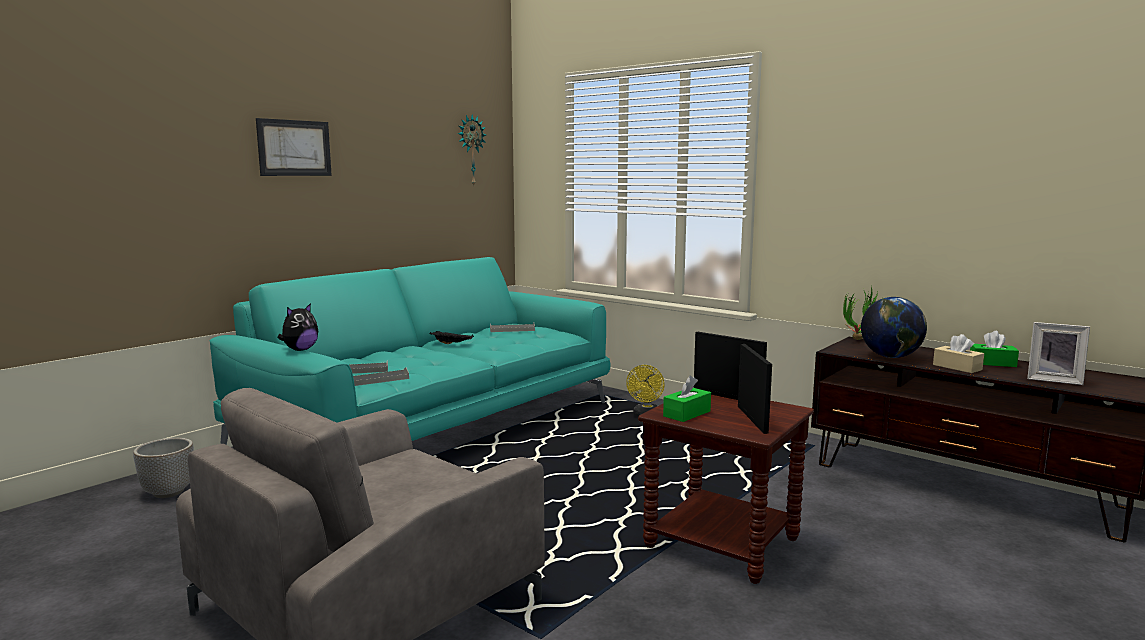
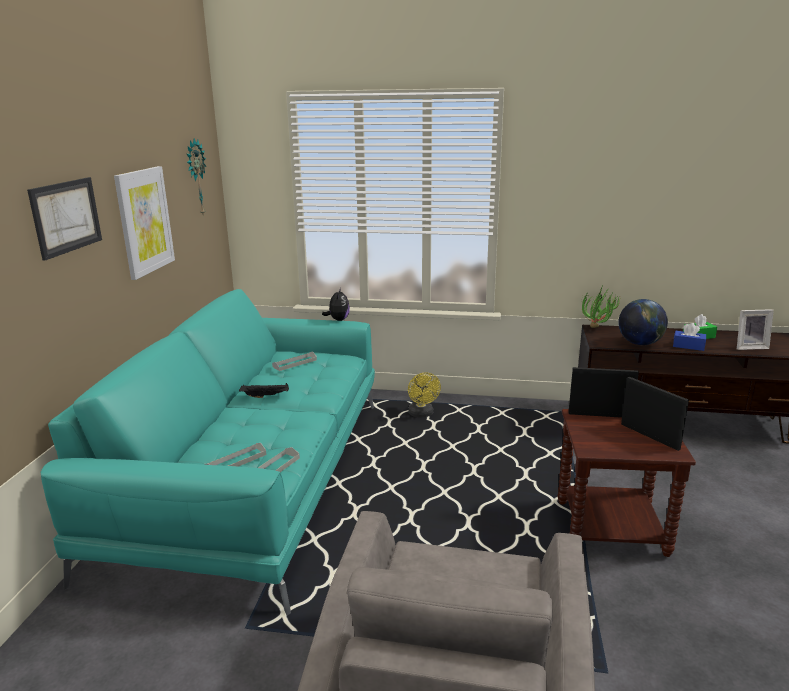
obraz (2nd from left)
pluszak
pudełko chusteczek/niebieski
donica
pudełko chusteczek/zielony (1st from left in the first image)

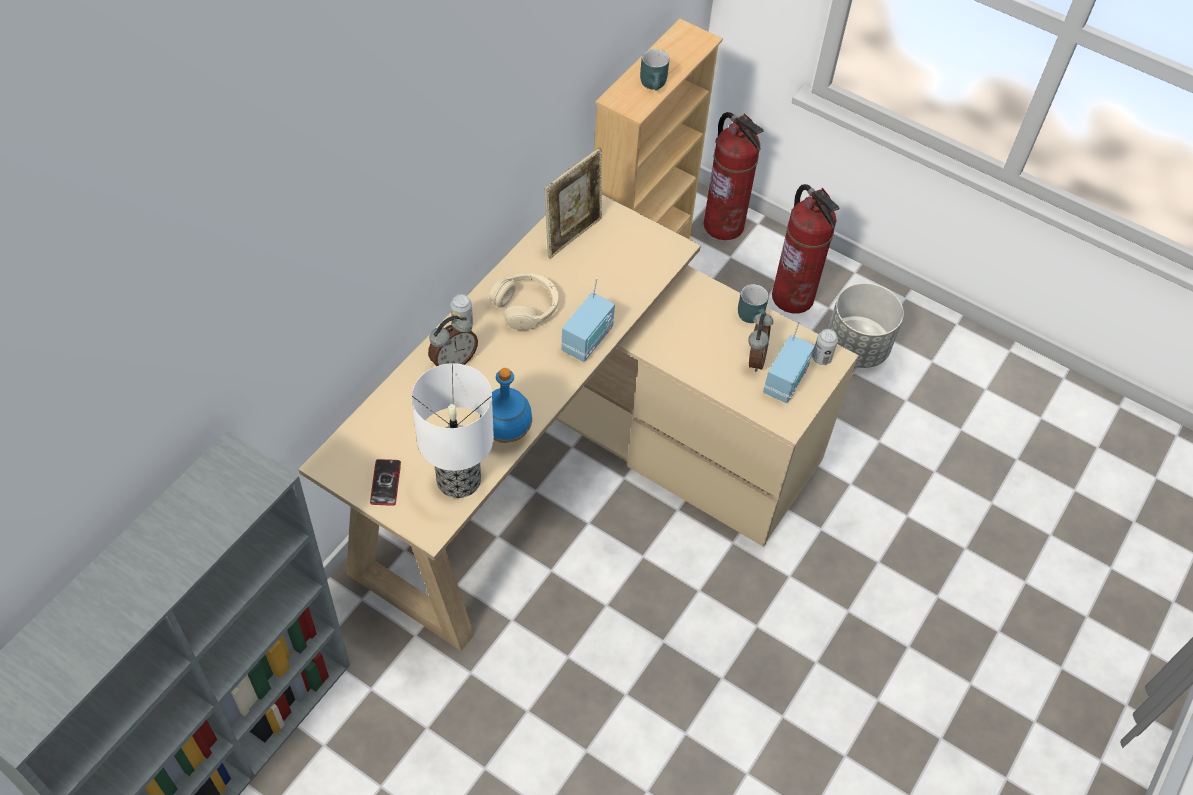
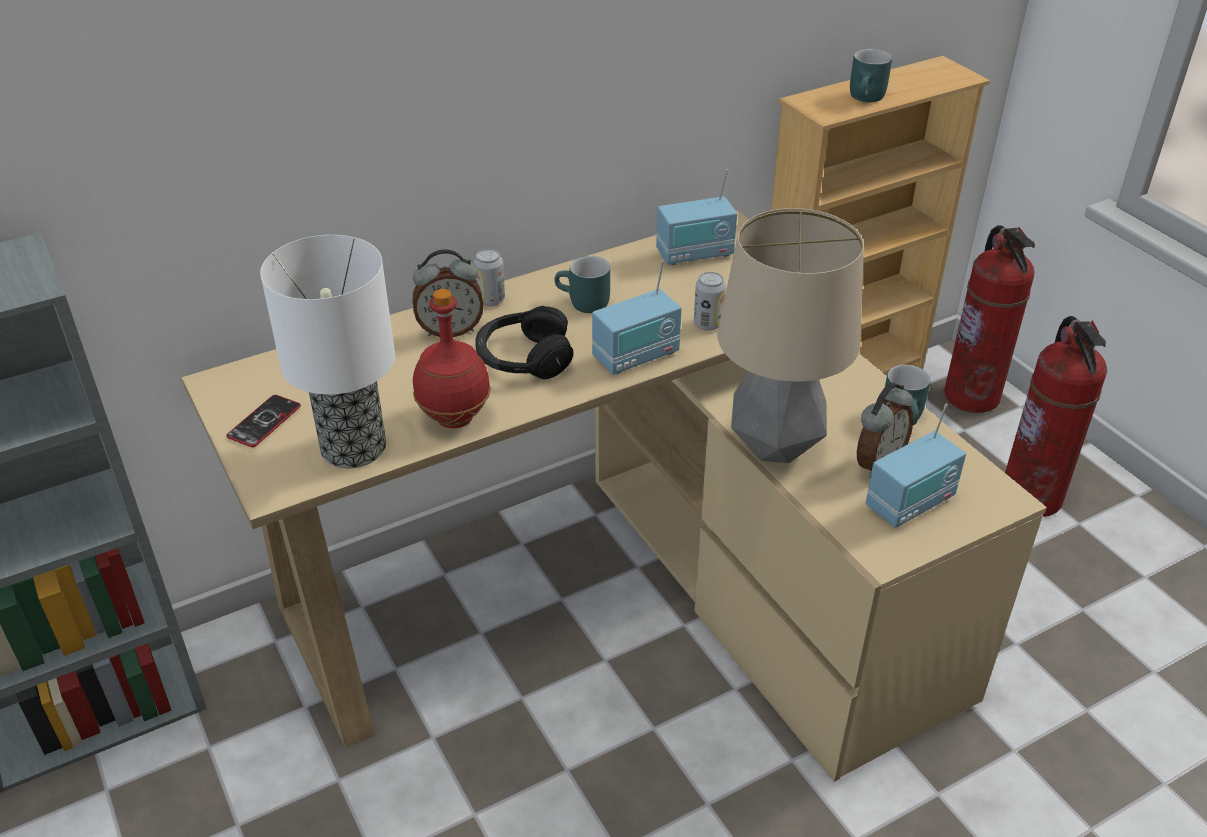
butelka/czerwony
słuchawki/czarny
kubek/turkusowy (1st from left)
radio (2nd from left)
puszka (2nd from left)
lampa stołowa (2nd from left)
donica/szary

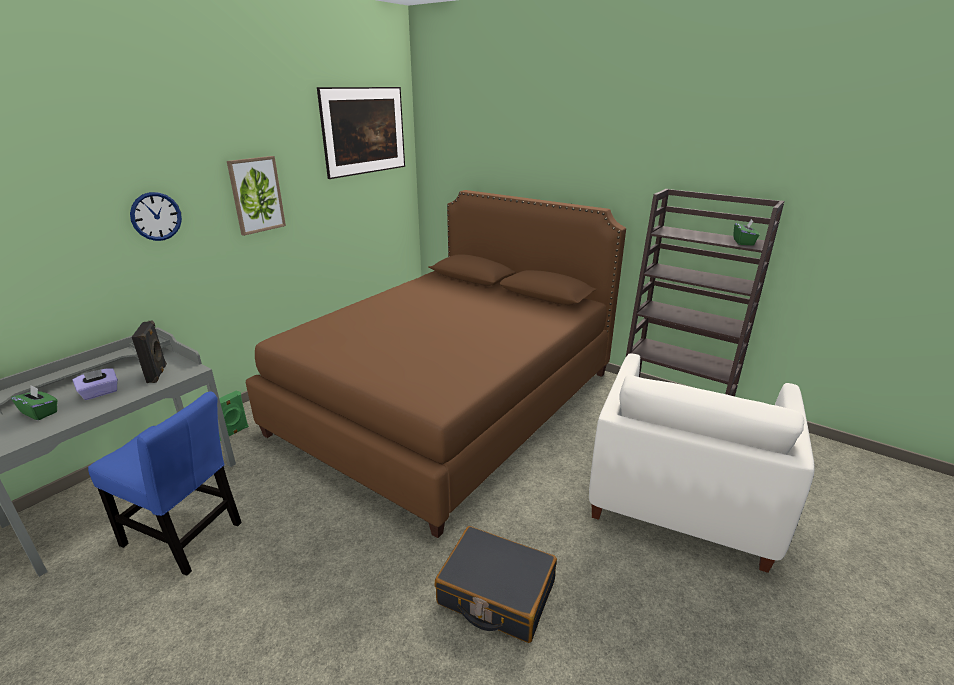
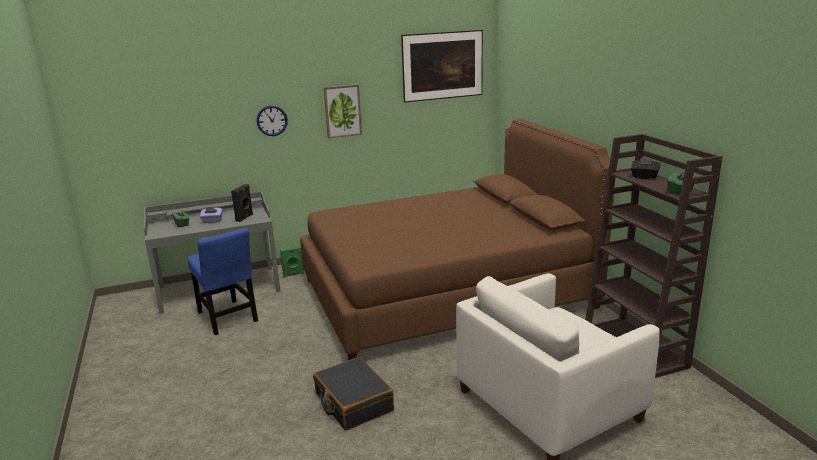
pudełko chusteczek/czarny

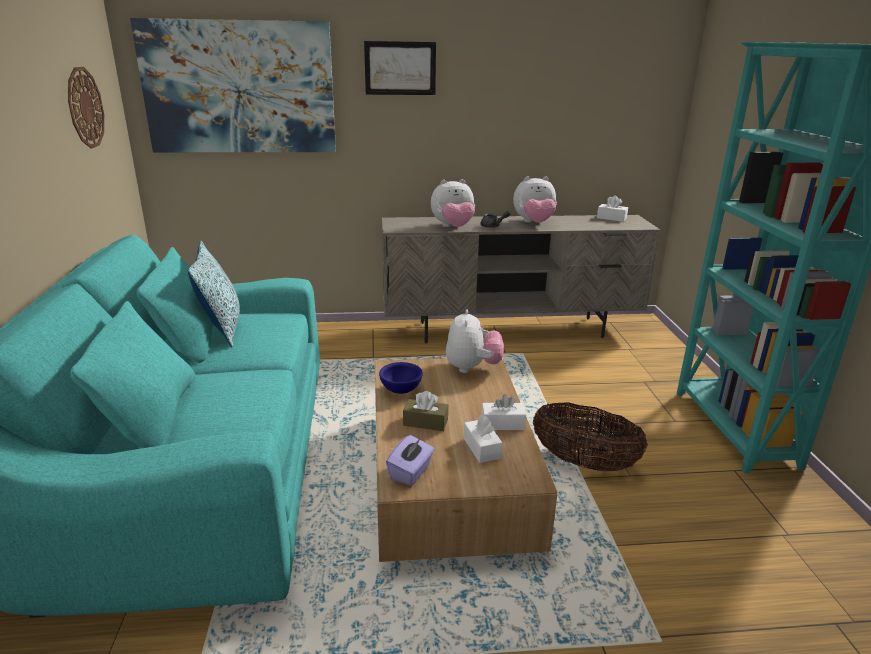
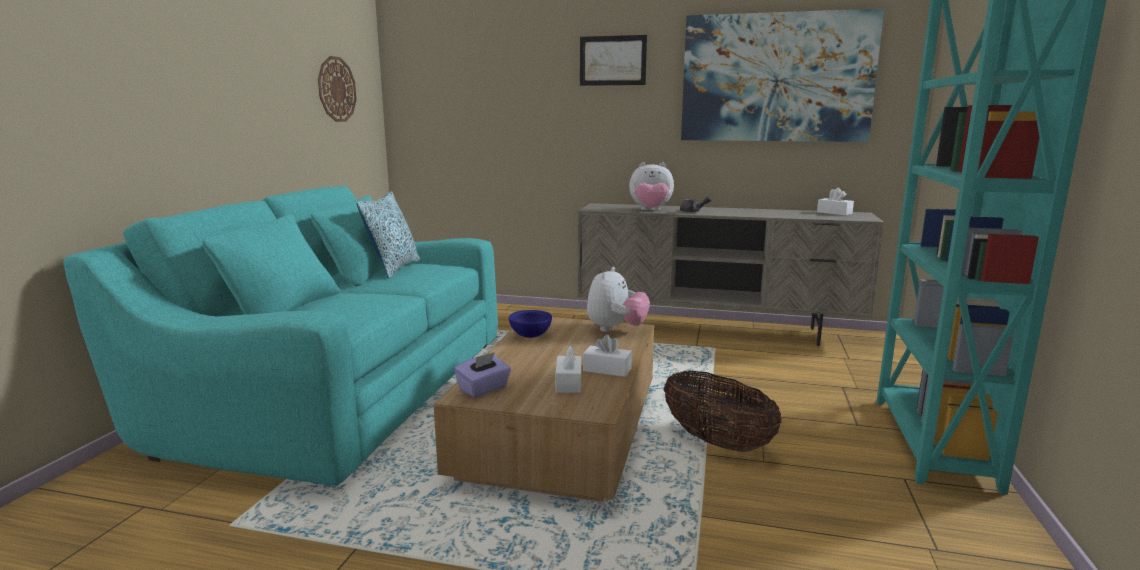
obraz (2nd from left)
pudełko chusteczek/brązowy
pluszak (3rd from left in the first image)

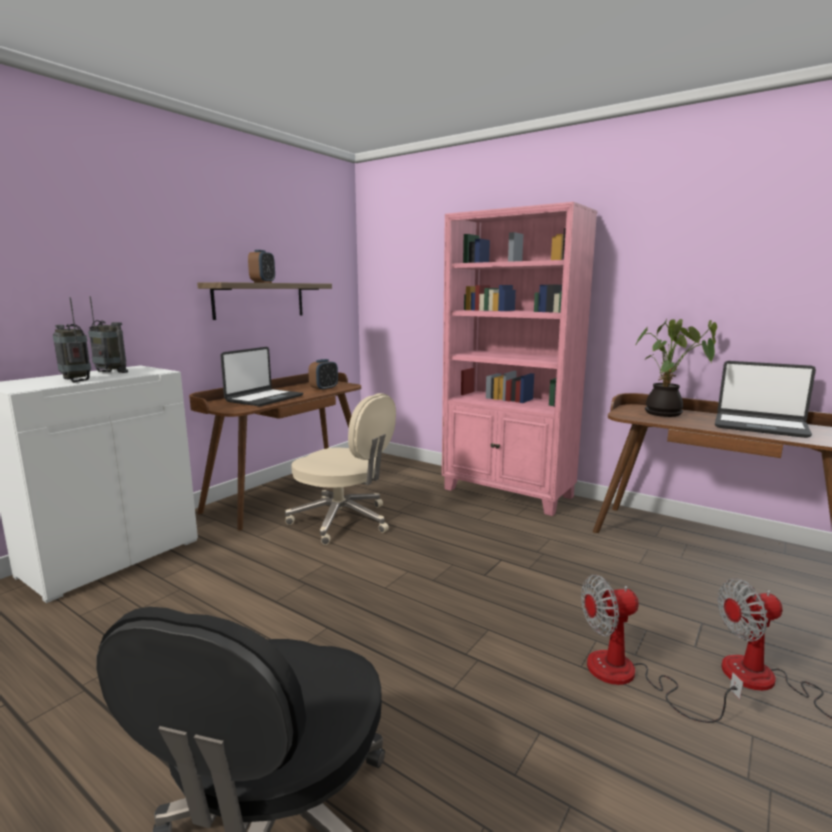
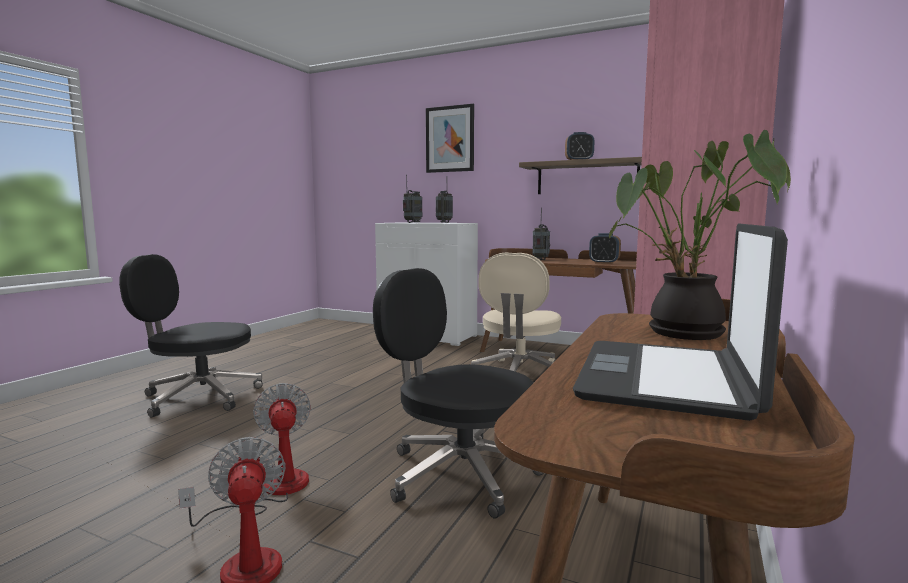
krzesło biurowe/czarny (2nd from left)
obraz
radio (3rd from left)

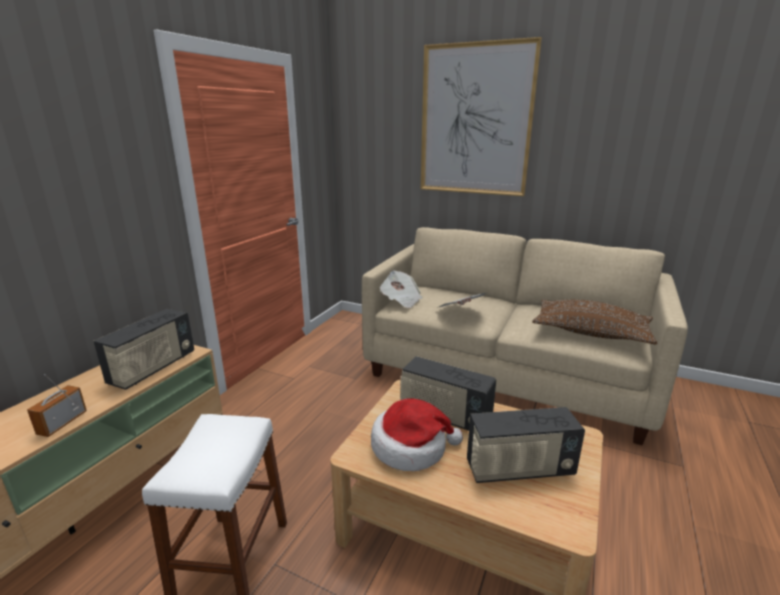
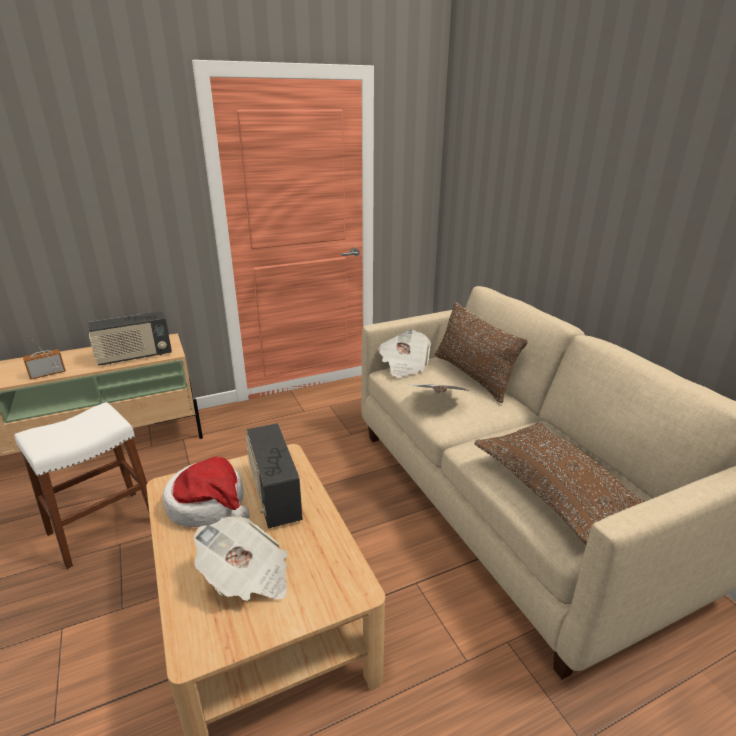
gazeta (1st from left)
poduszka/brązowy (1st from left)
obraz

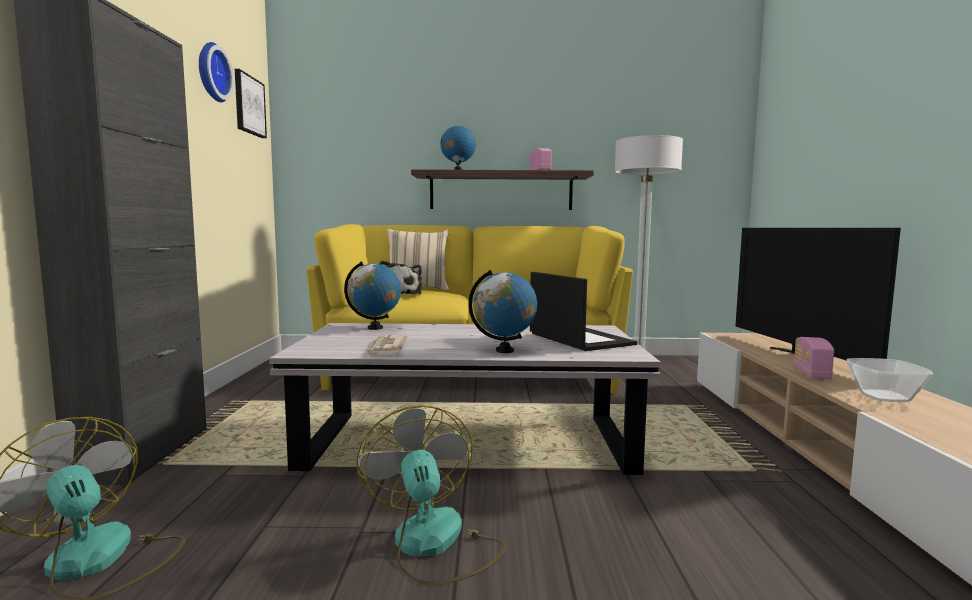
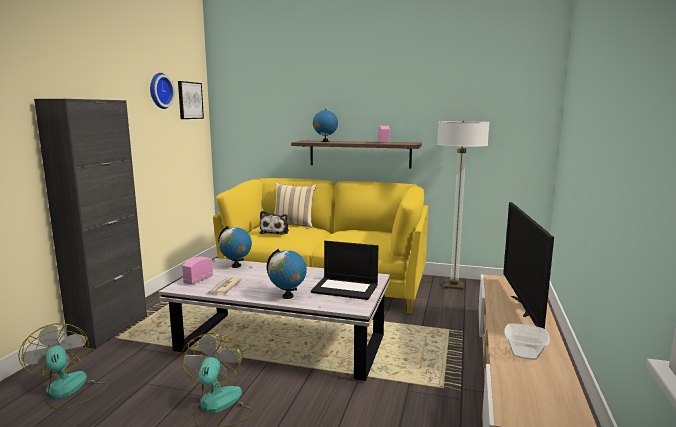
radio (1st from left)
laptop

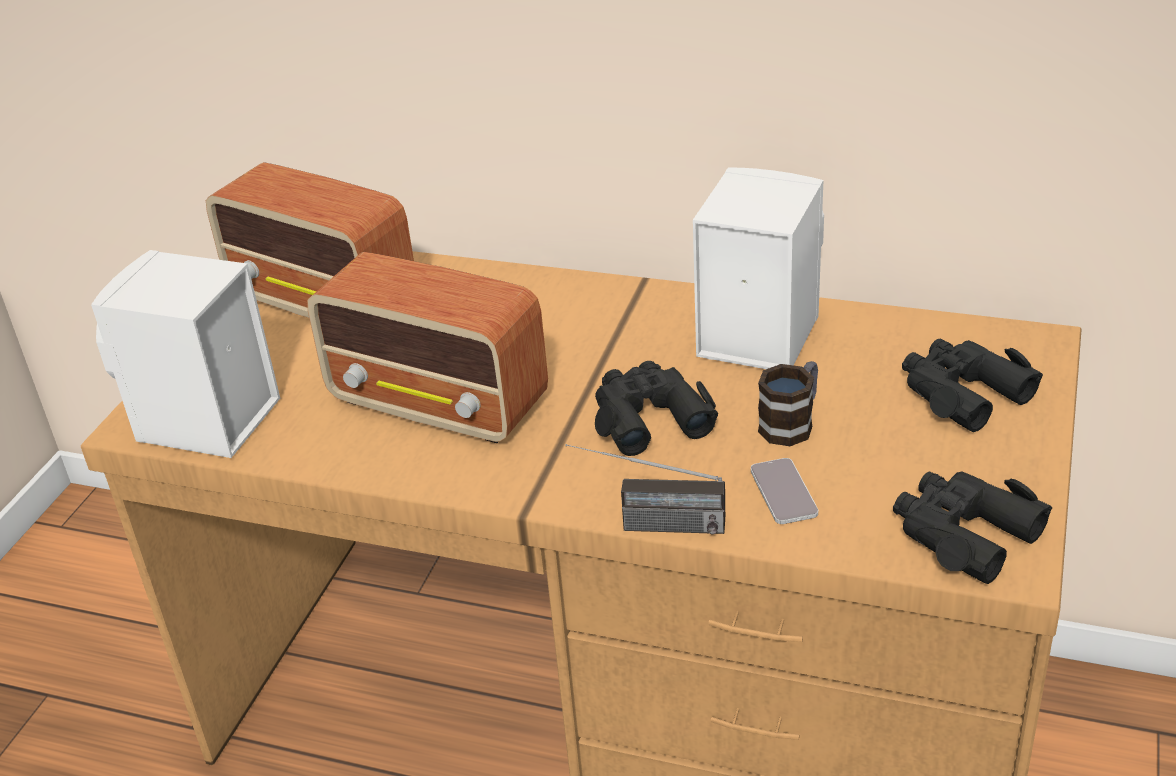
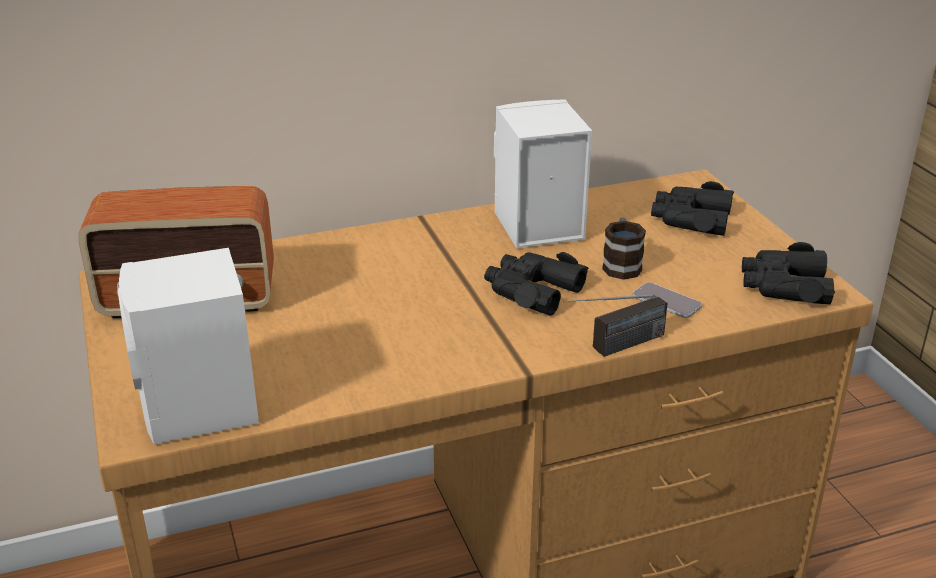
radio (2nd from left in the first image)

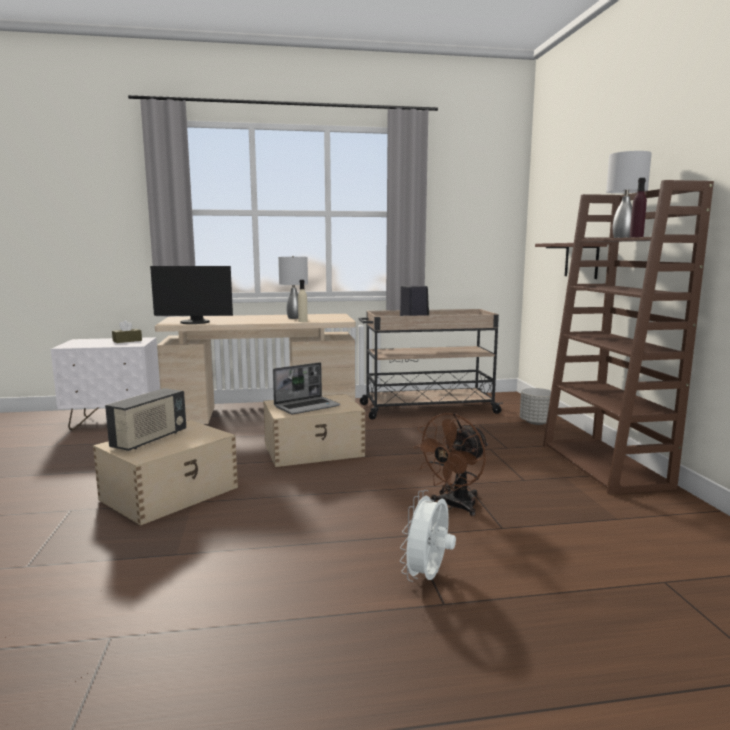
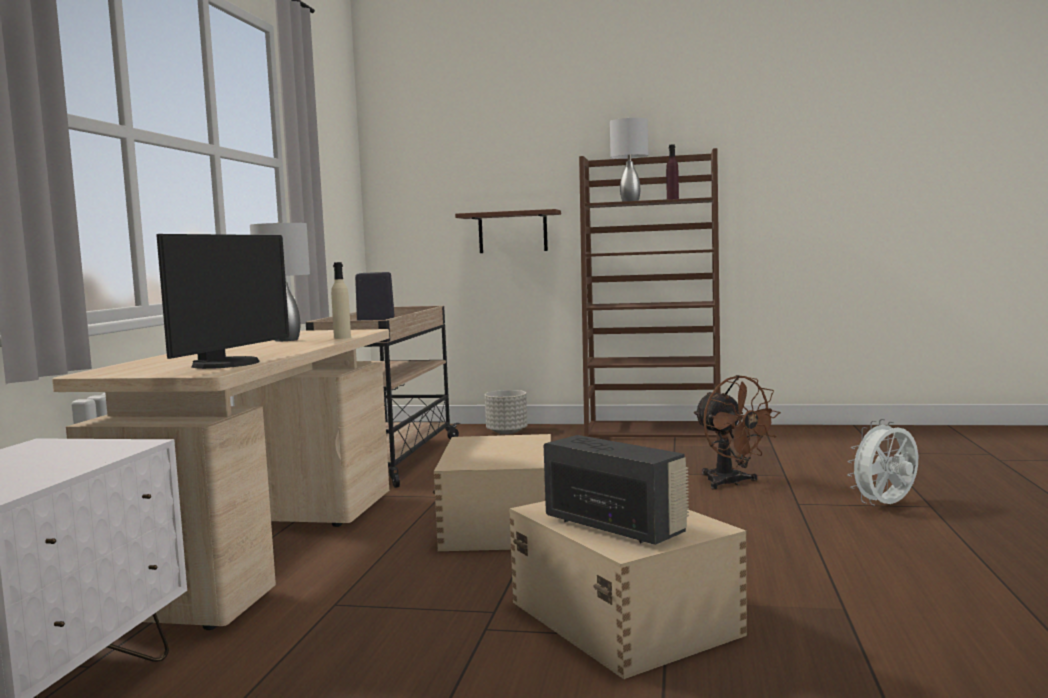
wentylator/biały
pudełko chusteczek/brązowy
laptop

